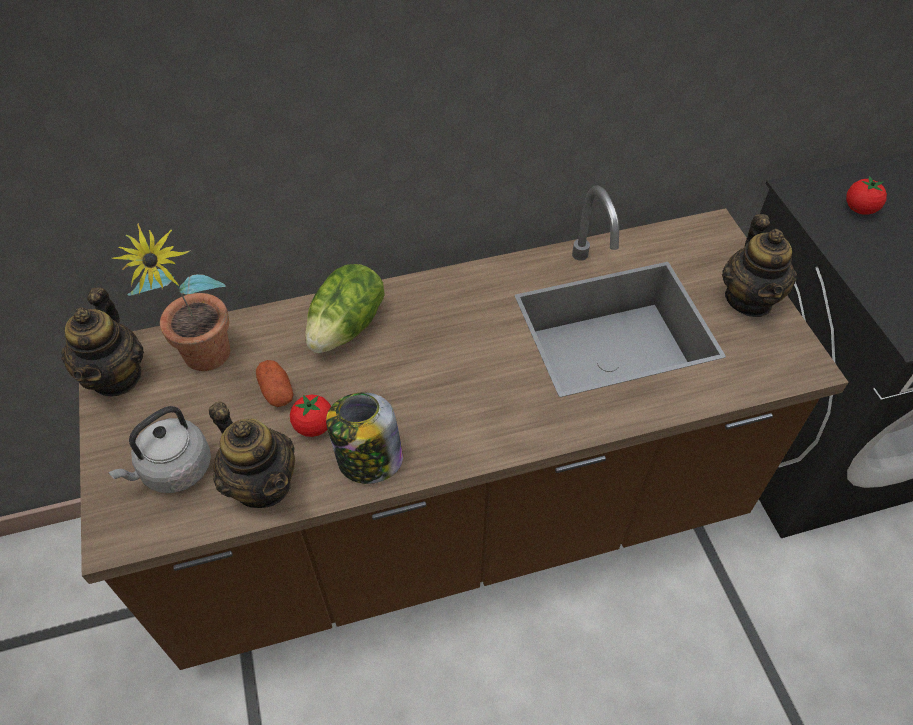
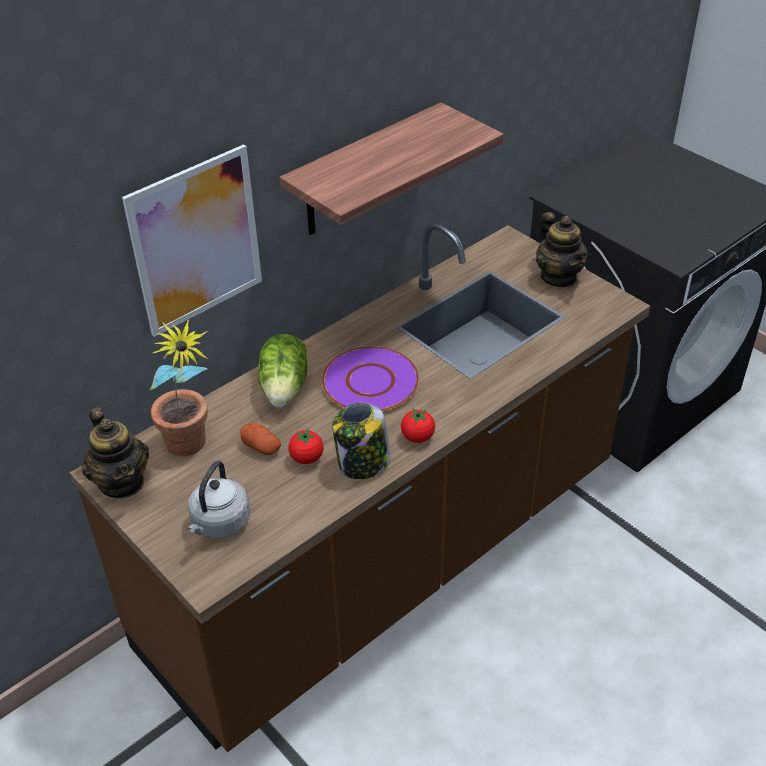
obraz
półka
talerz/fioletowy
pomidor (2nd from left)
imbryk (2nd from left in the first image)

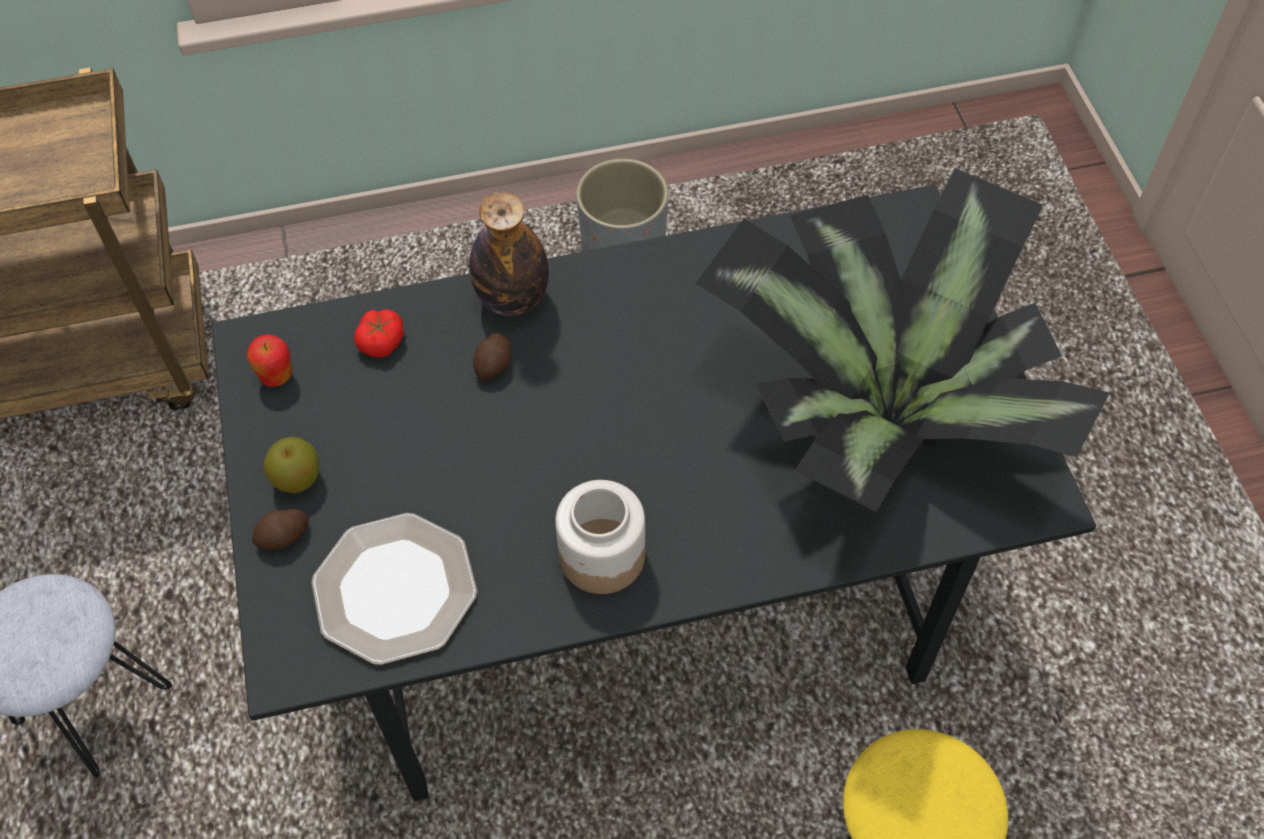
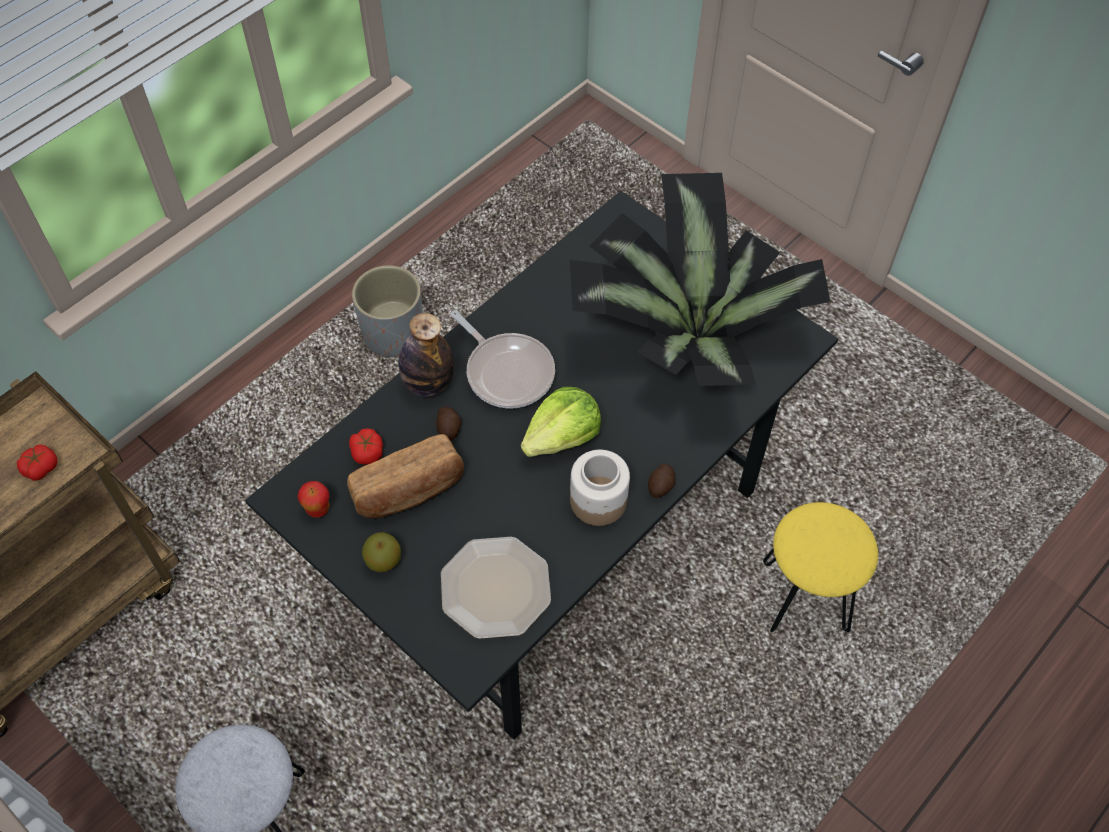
pomidor (1st from left)
chleb
patelnia
sałata
ziemniak (2nd from left)

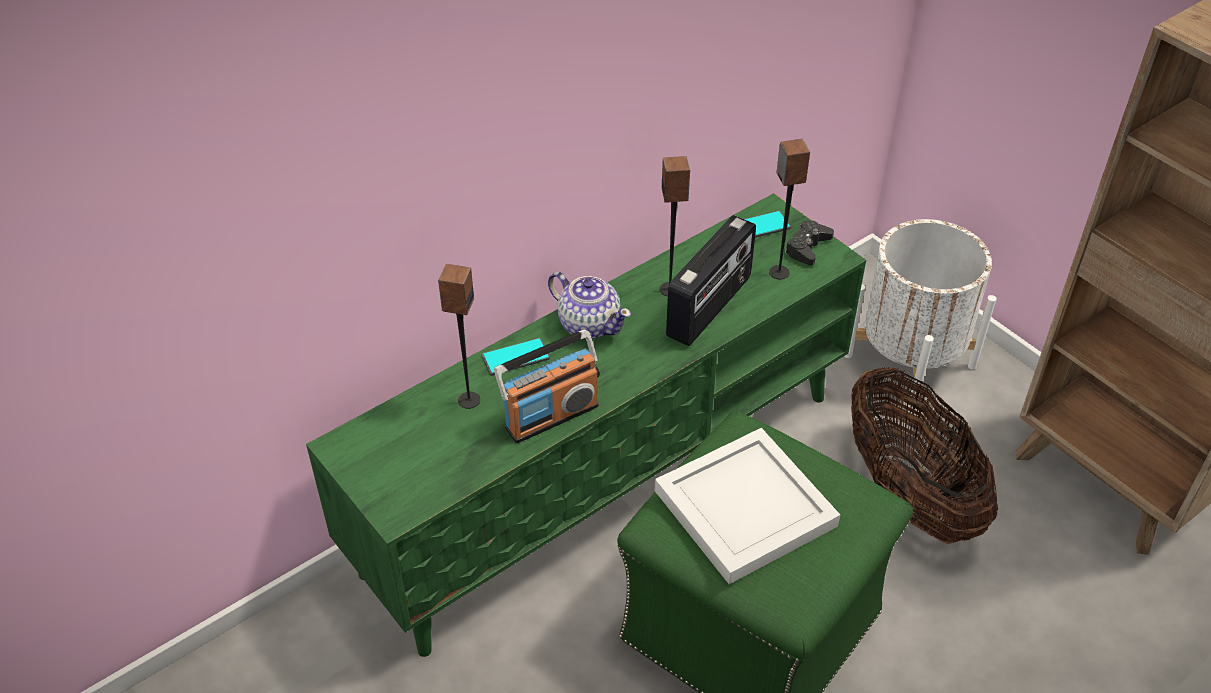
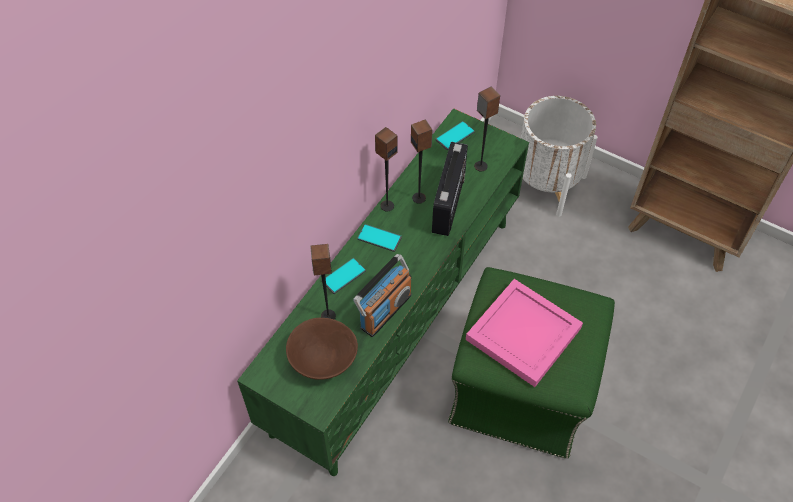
miska/brązowy
telefon (2nd from left)
głośnik (2nd from left)
taca/różowy
pad do gier/czarny
koszyk

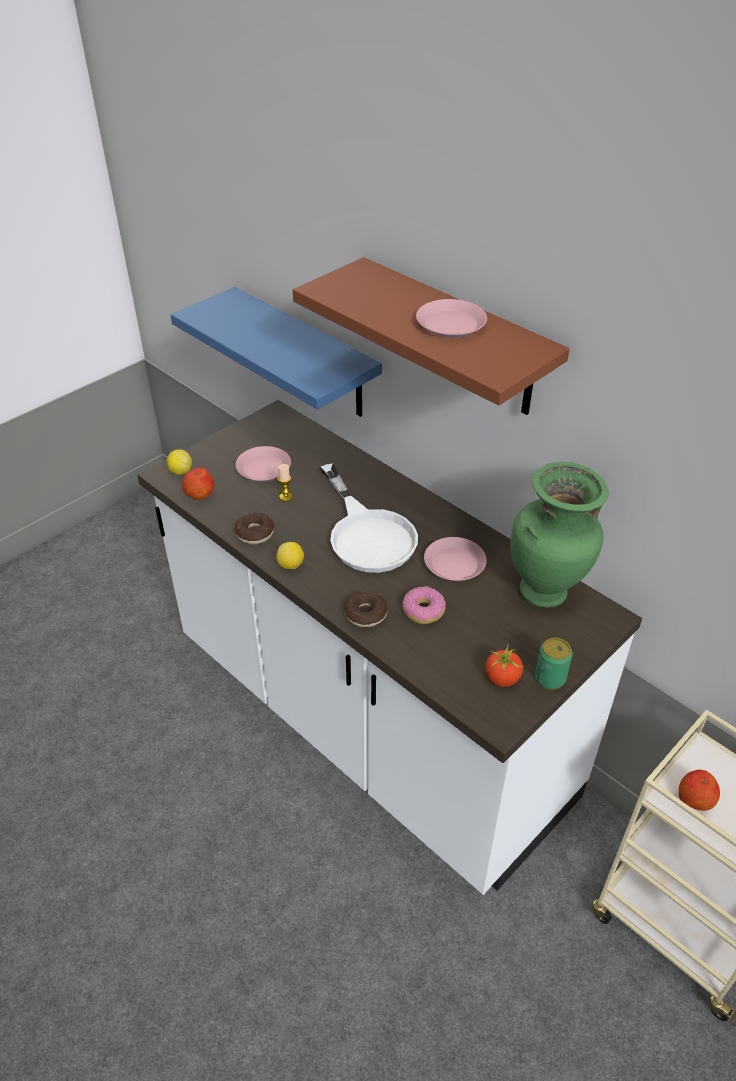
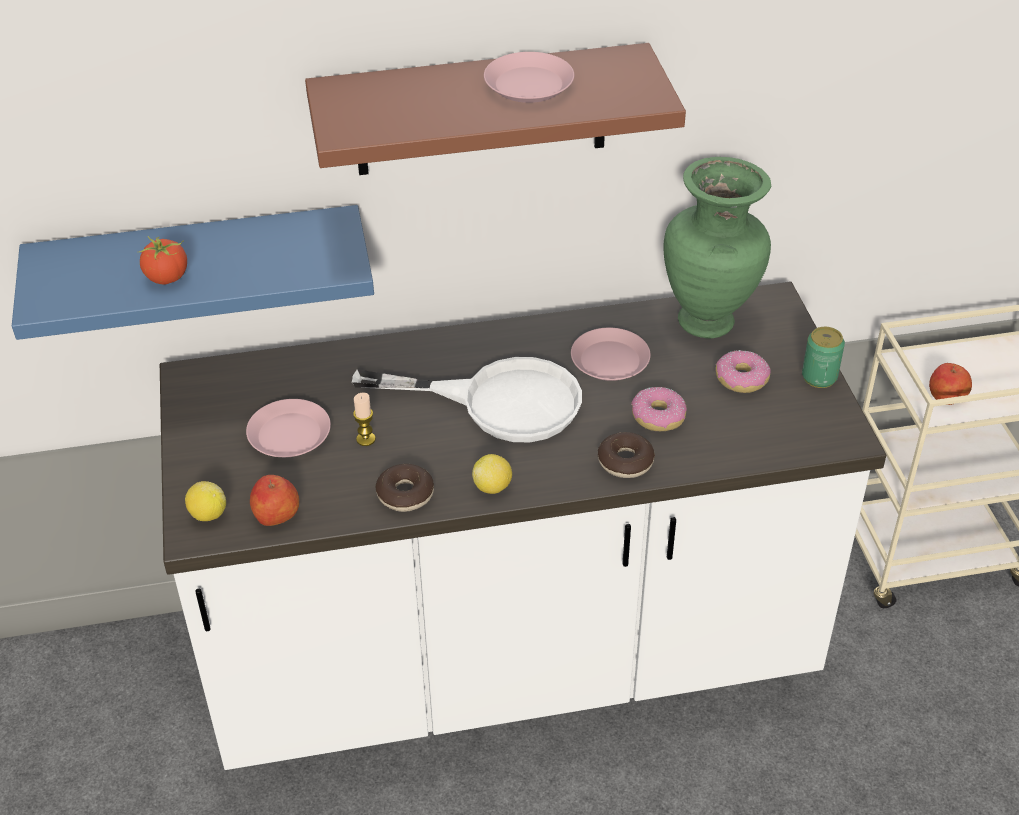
pomidor
donut (4th from left)

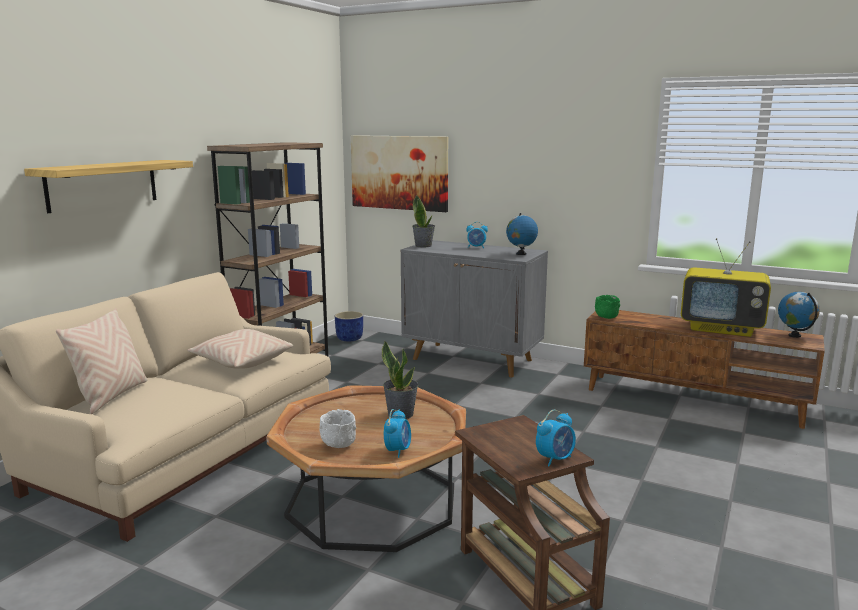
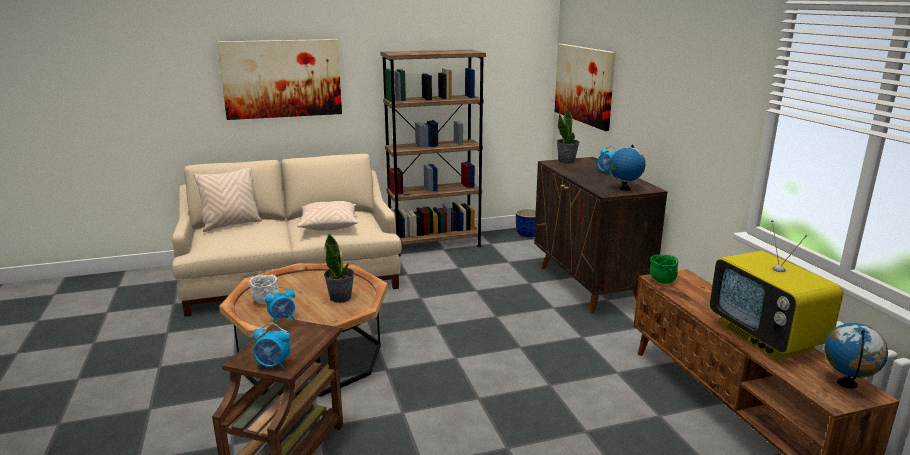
obraz (1st from left)
szafka/brązowy

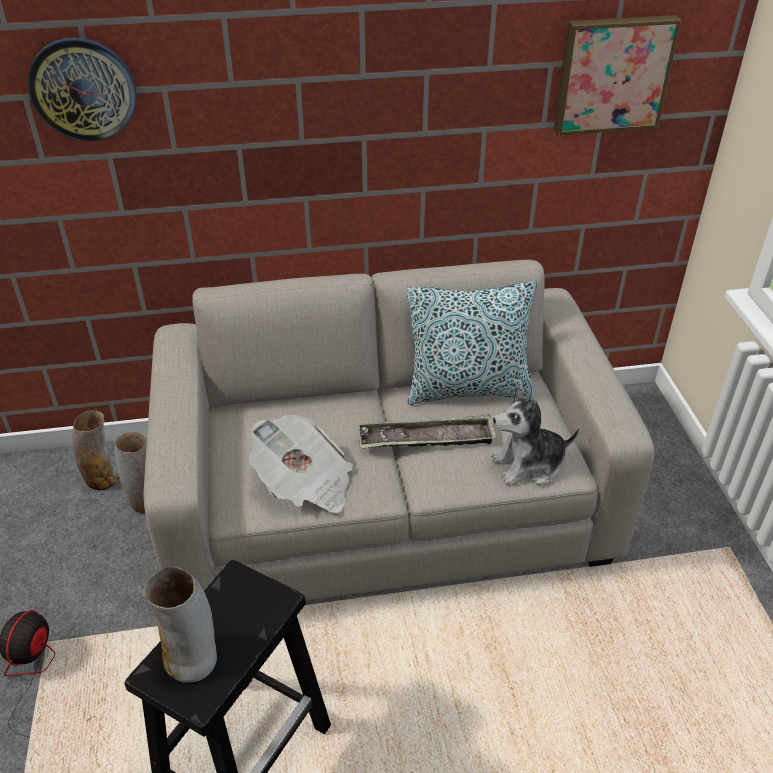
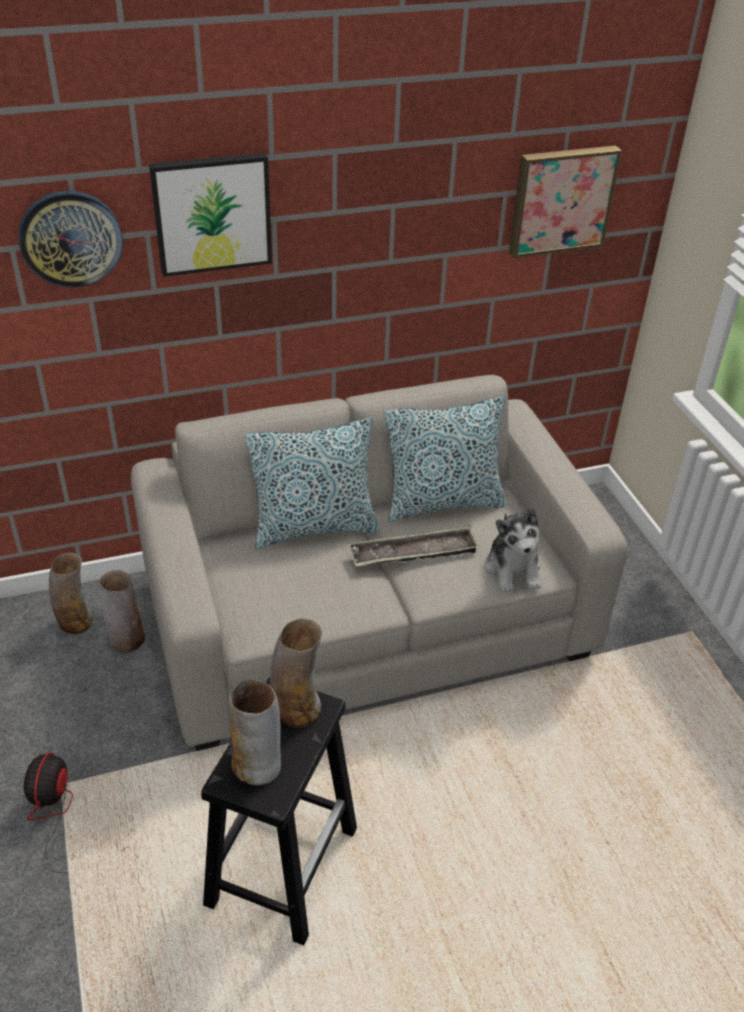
obraz (1st from left)
poduszka (1st from left)
wazon (4th from left)
pluszak
gazeta

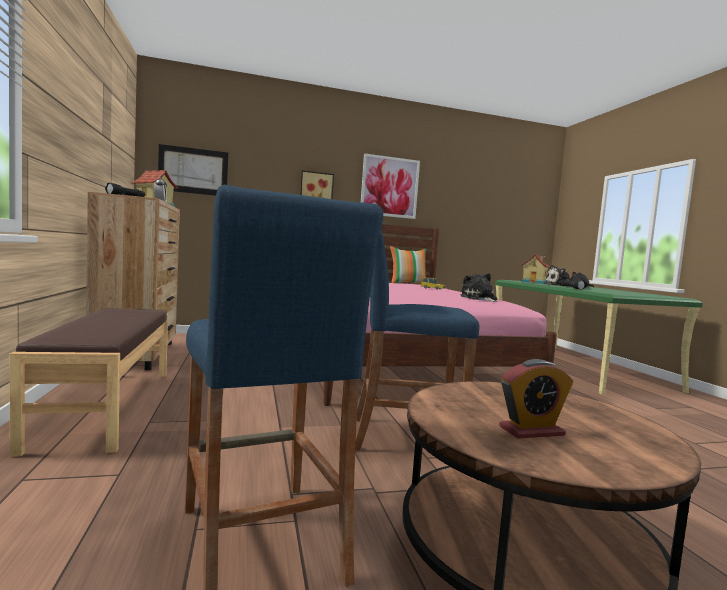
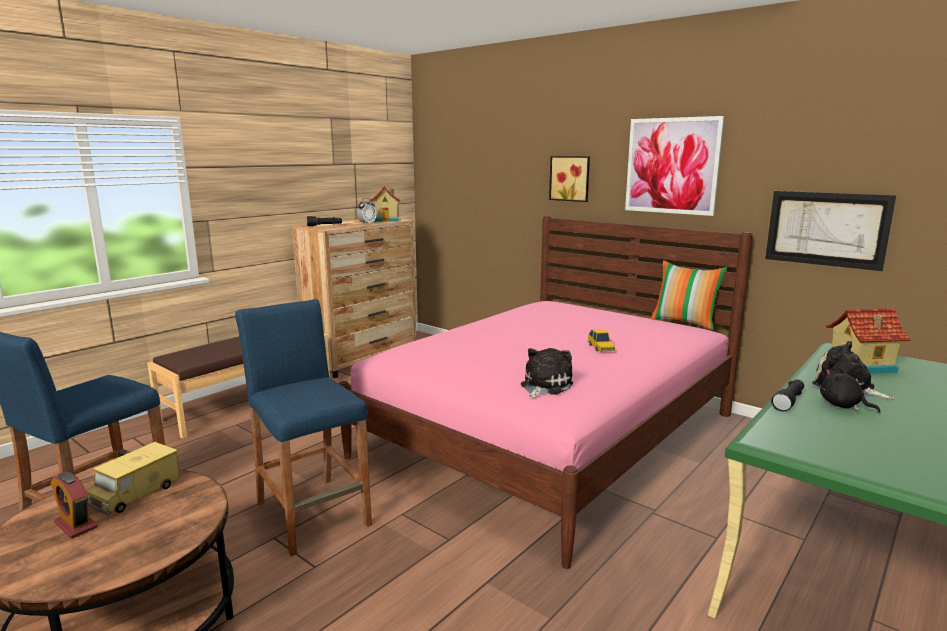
ciężarówka zabawkowa
obraz (3rd from left)

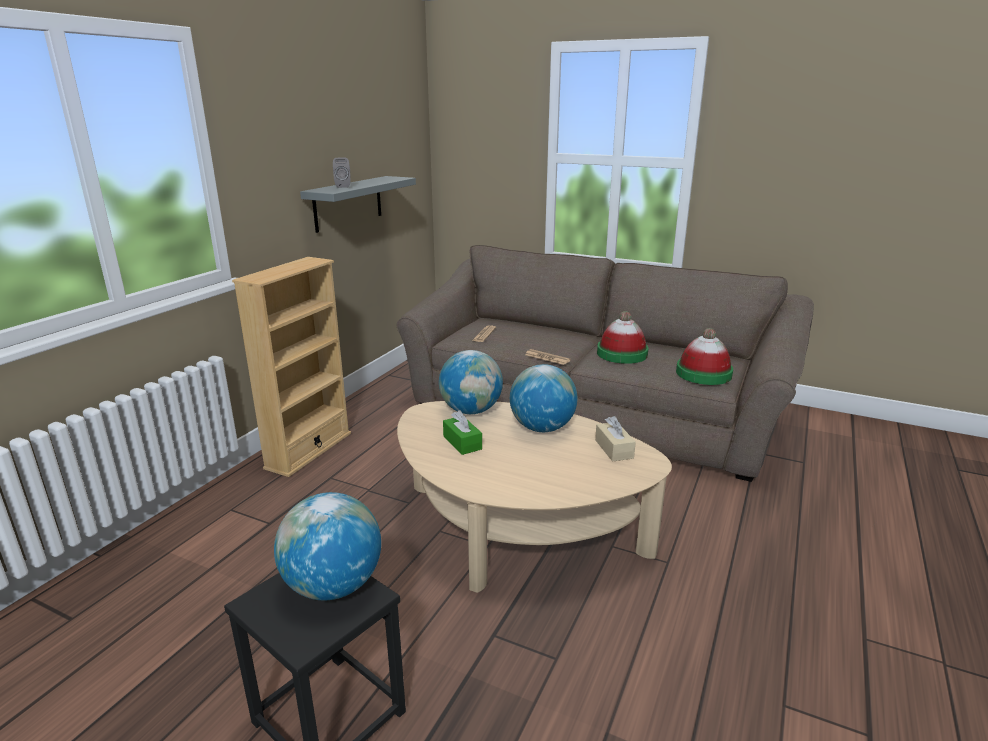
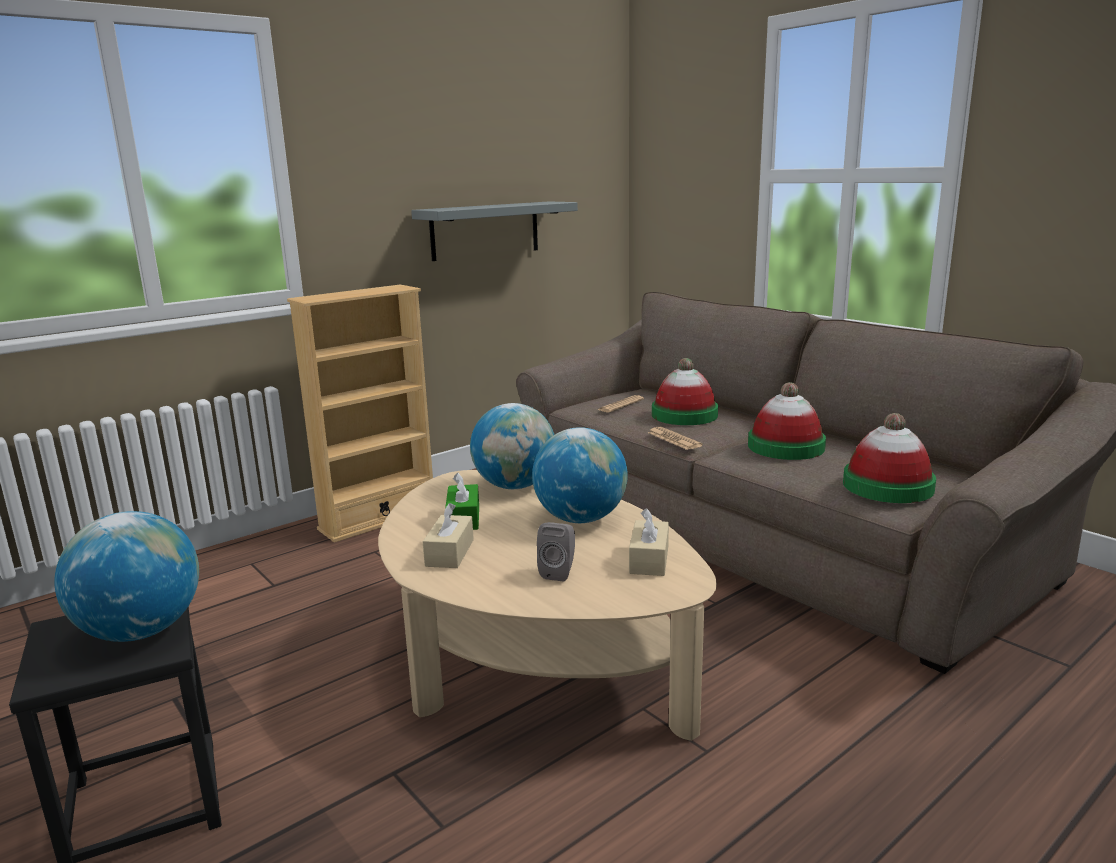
pudełko chusteczek/beżowy (1st from left)
głośnik/szary
kapelusz (1st from left)

